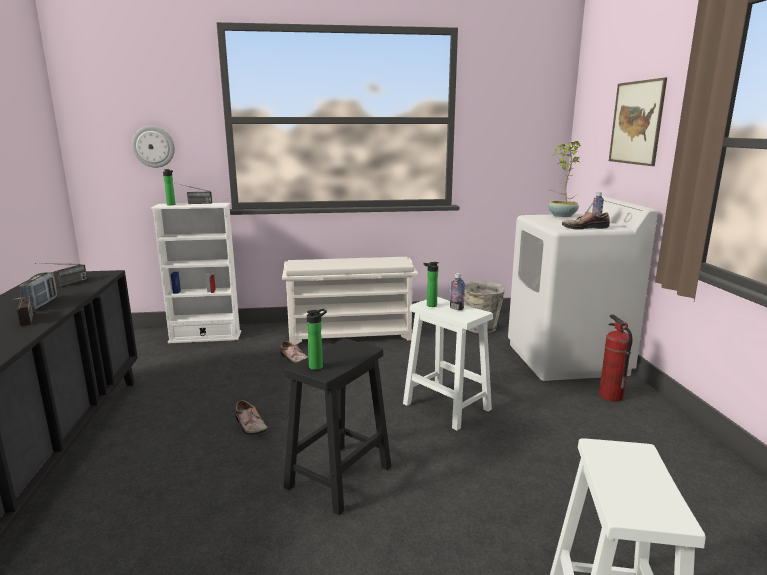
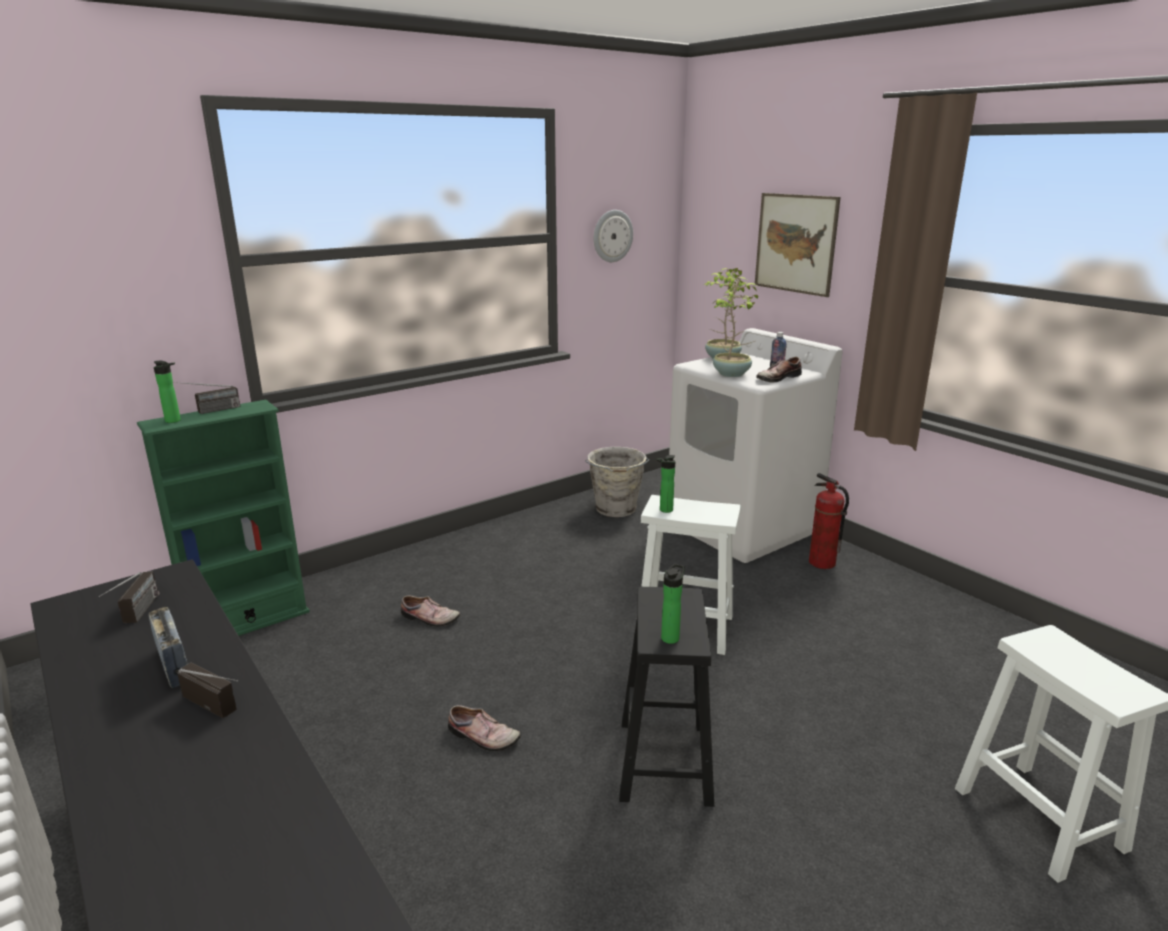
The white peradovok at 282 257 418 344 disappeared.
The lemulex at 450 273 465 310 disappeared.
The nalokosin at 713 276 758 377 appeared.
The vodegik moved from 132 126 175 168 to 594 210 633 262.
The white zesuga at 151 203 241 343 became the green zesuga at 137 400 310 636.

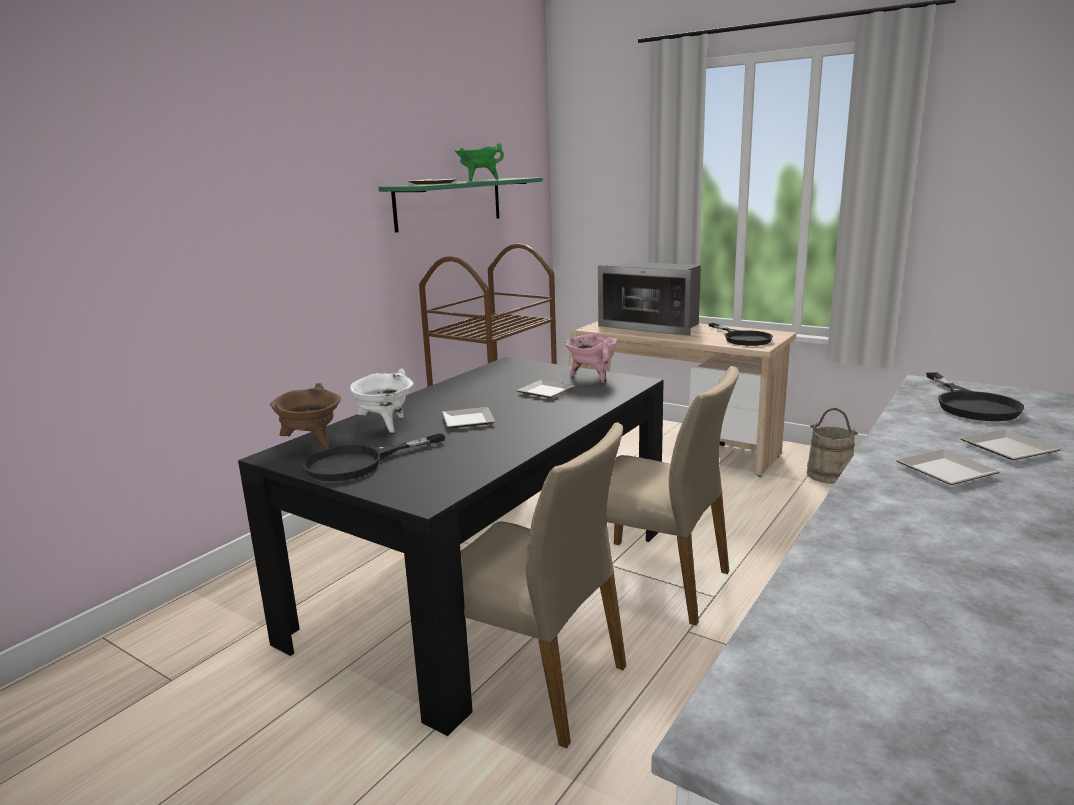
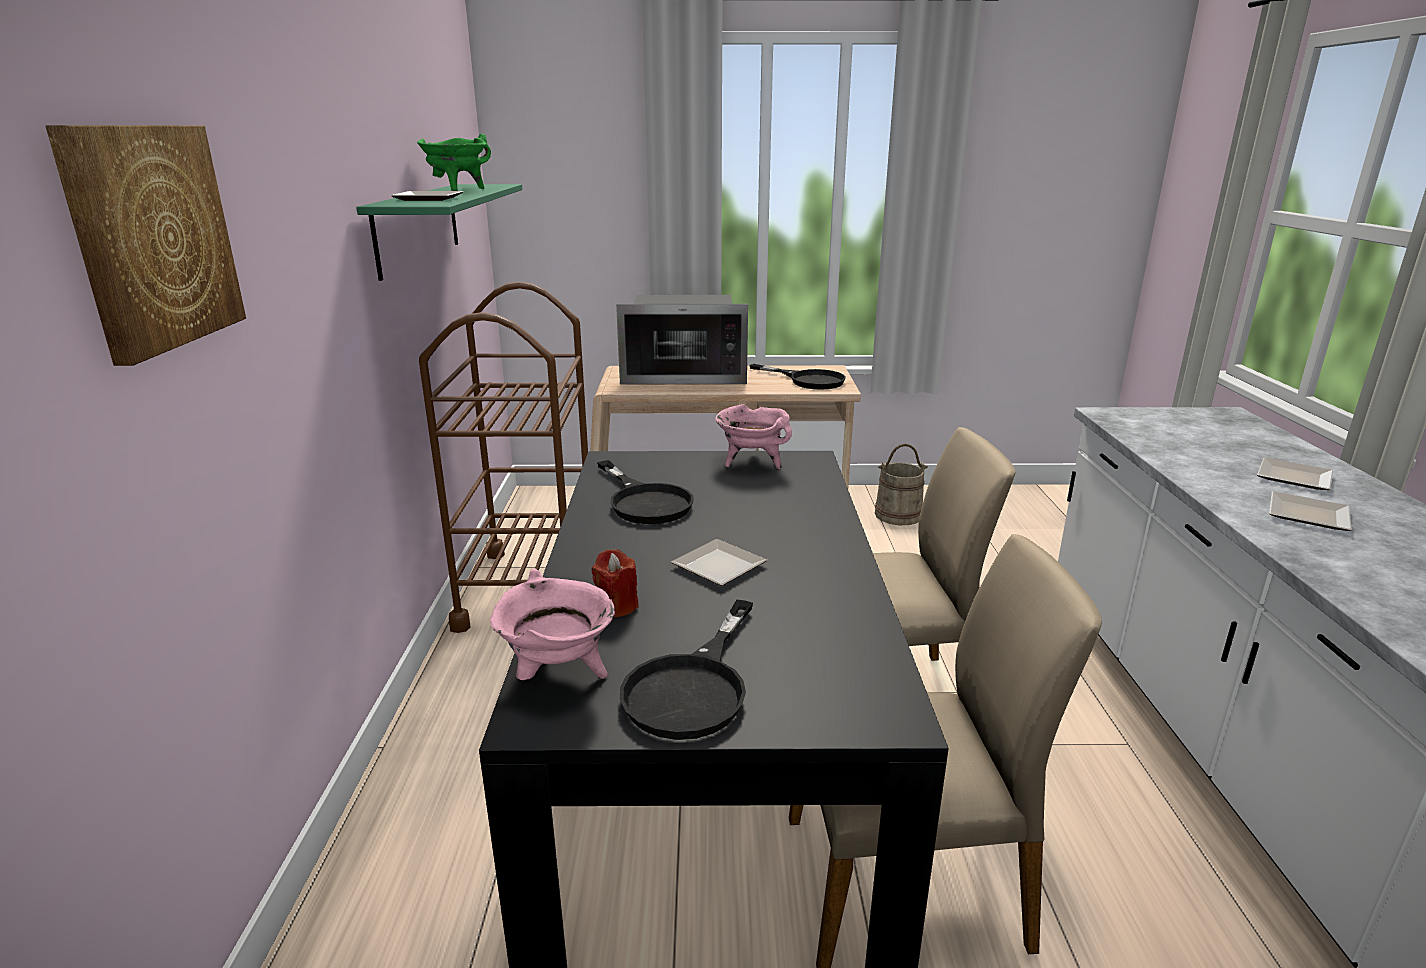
The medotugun at 516 380 574 398 disappeared.
The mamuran at 45 125 246 366 appeared.
The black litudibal moved from 926 372 1024 421 to 597 460 694 524.
The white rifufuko at 350 369 414 433 was replaced by the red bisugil at 592 549 639 617.
The brown rifufuko at 269 383 341 449 became the pink rifufuko at 490 568 615 680.

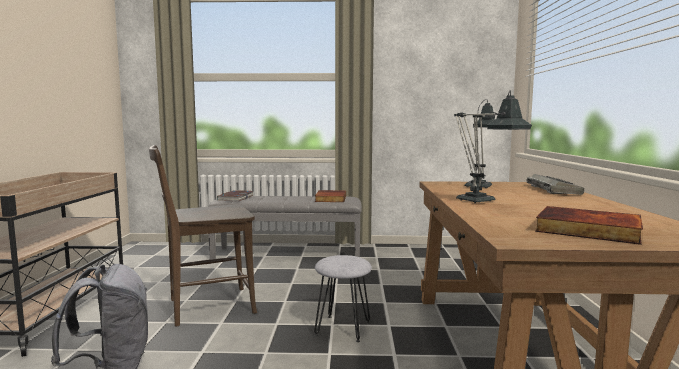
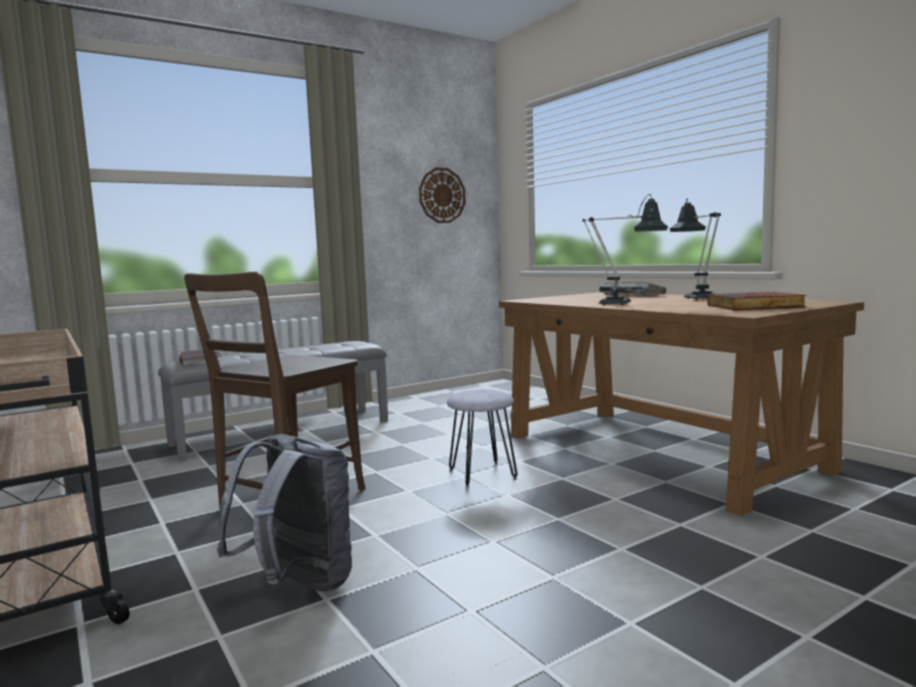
The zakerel at 315 190 346 202 disappeared.
The vodegik at 419 167 466 223 appeared.
The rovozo moved from 465 99 495 189 to 669 198 721 300.

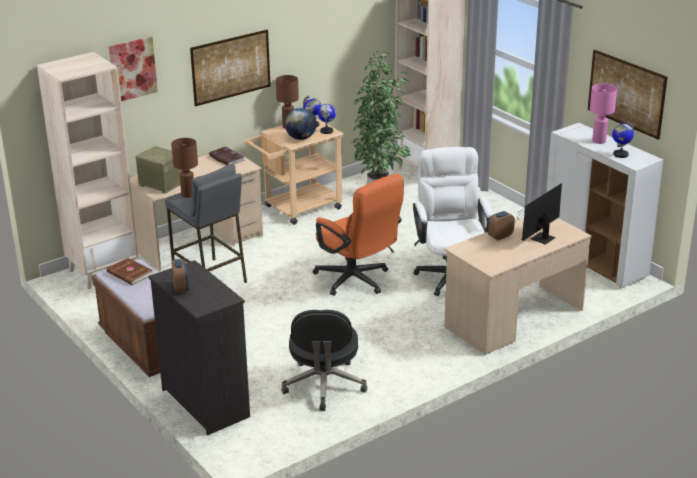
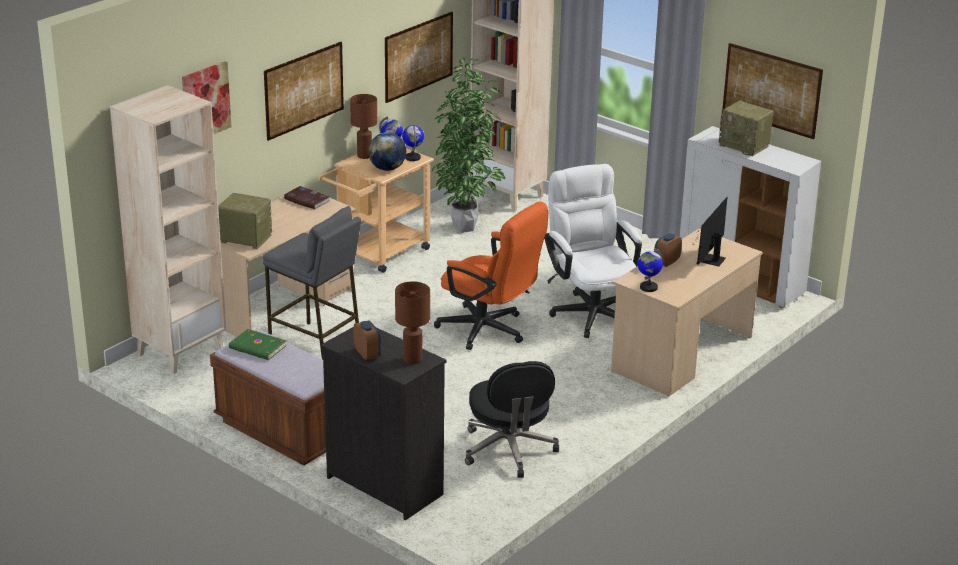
The mamuran at 385 12 453 103 appeared.
The brown rovozo moved from 171 138 198 198 to 395 281 430 364.
The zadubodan moved from 612 121 634 158 to 638 248 663 292.
The pink rovozo at 590 84 617 144 was replaced by the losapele at 719 101 773 156.
The brown zakerel at 106 258 153 285 became the green zakerel at 229 329 287 360.

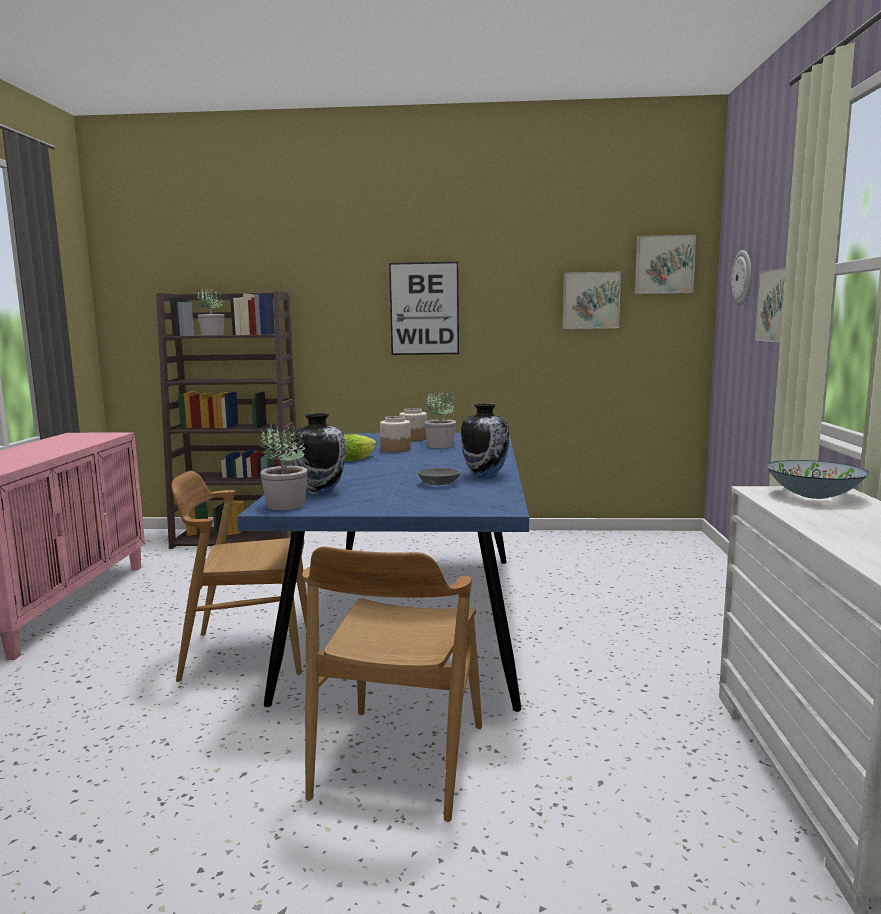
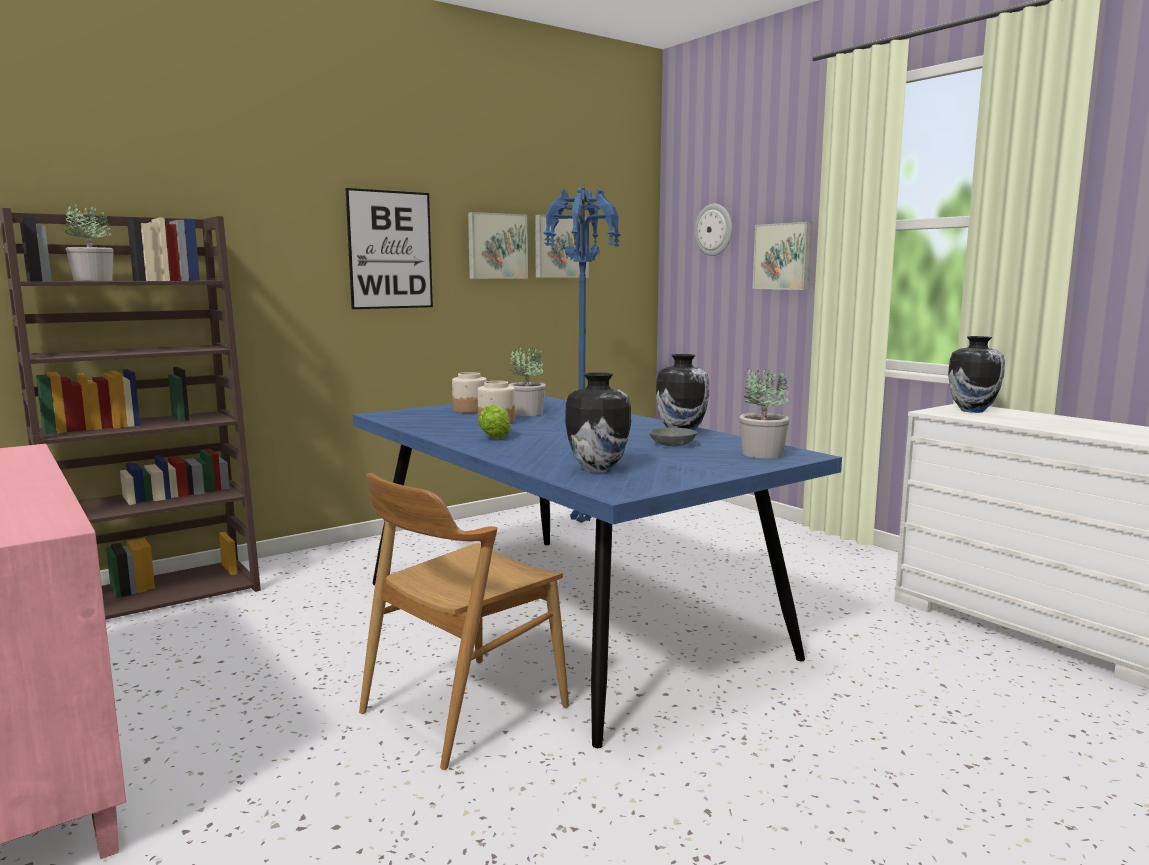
The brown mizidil at 302 547 482 822 disappeared.
The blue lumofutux at 544 188 621 523 appeared.
The nalokosin moved from 260 421 308 510 to 739 367 789 458.
The mamuran moved from 635 235 696 294 to 468 212 528 279.
The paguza at 766 460 869 499 was replaced by the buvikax at 948 336 1005 413.

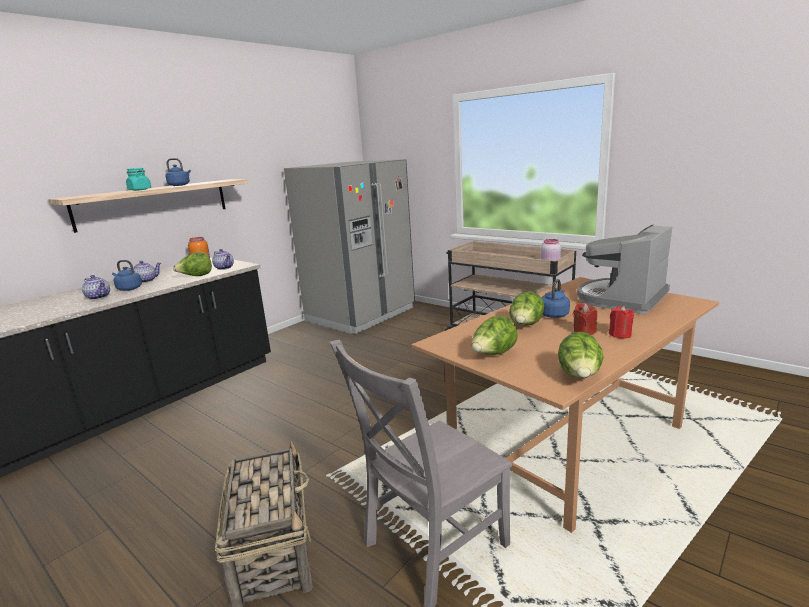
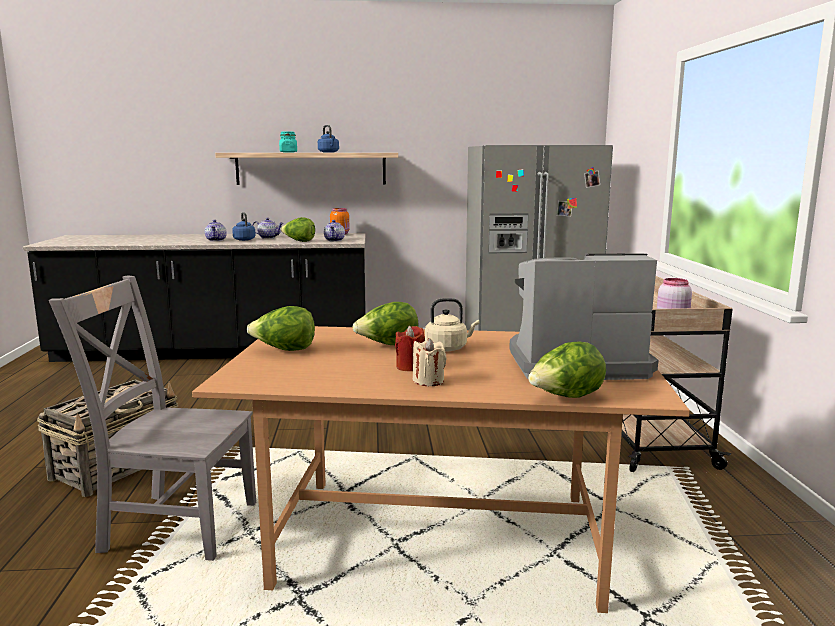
The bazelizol moved from 558 332 604 378 to 528 342 606 398.
The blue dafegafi at 541 279 570 318 became the beige dafegafi at 425 298 479 352.
The red bisugil at 609 306 634 338 became the beige bisugil at 413 338 447 386.

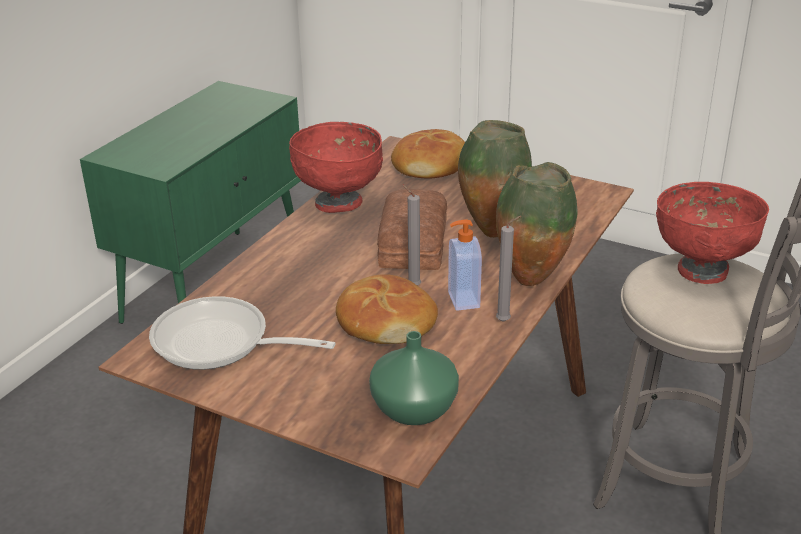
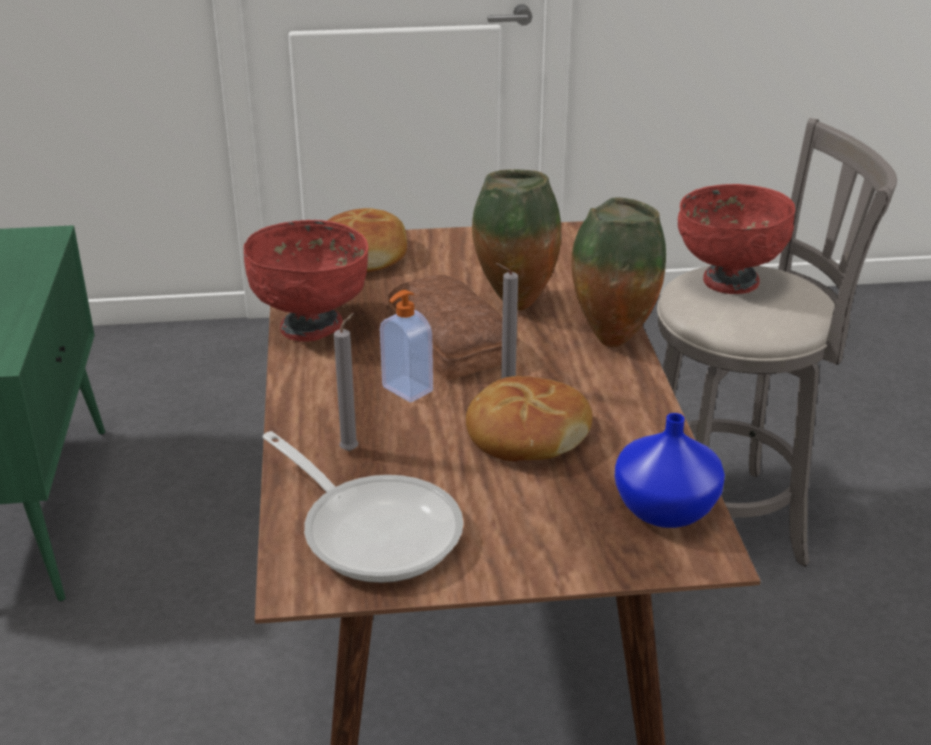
The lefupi moved from 448 220 482 311 to 380 290 433 402.
The grey bisugil moved from 496 216 521 321 to 334 313 358 451.
The green buvikax at 369 331 459 425 became the blue buvikax at 615 413 725 528.
The litudibal at 149 296 336 370 turned 120 degrees counterclockwise.

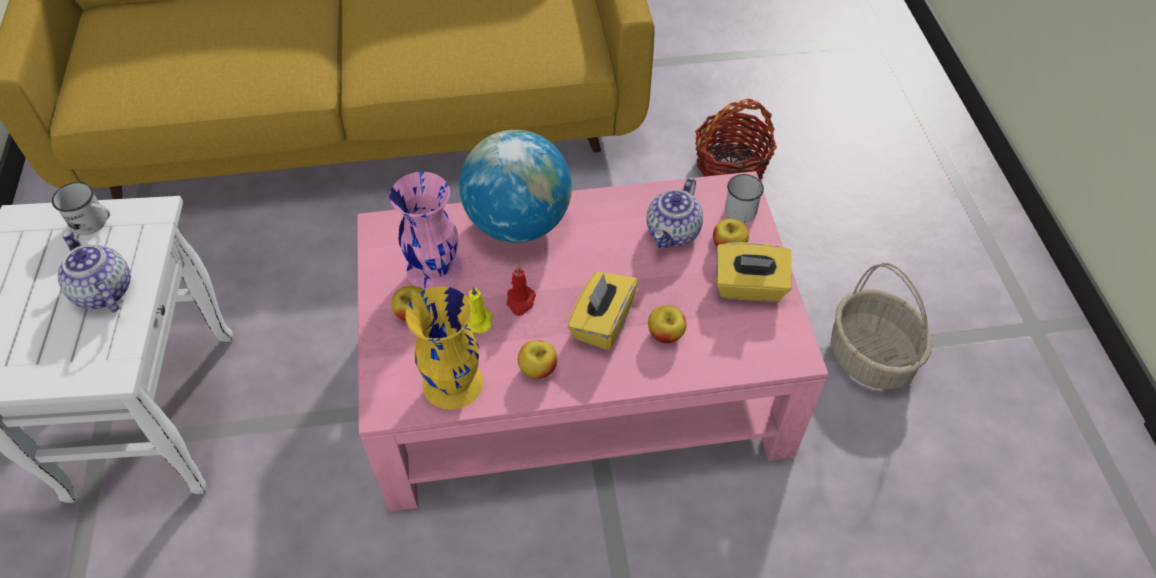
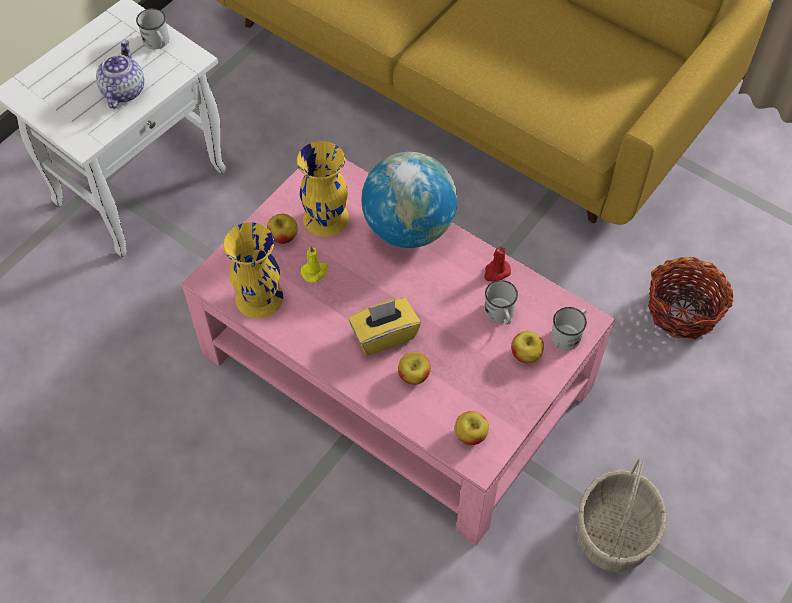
The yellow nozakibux at 717 242 792 302 disappeared.
The red bisugil moved from 507 265 536 316 to 484 245 511 282.
The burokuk moved from 518 340 557 379 to 455 411 489 445.
The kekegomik at 646 177 703 248 was replaced by the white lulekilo at 484 280 518 325.
The pink buvikax at 389 172 462 290 became the yellow buvikax at 297 141 349 237.

